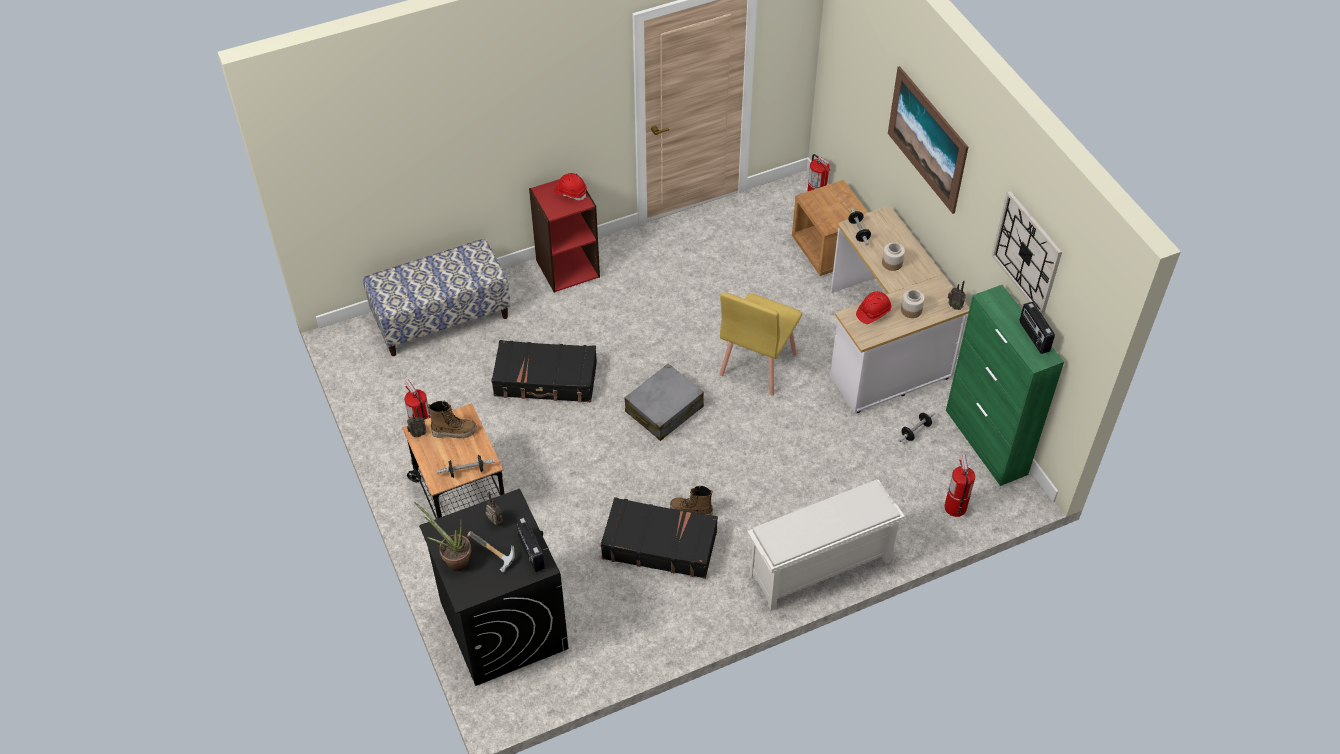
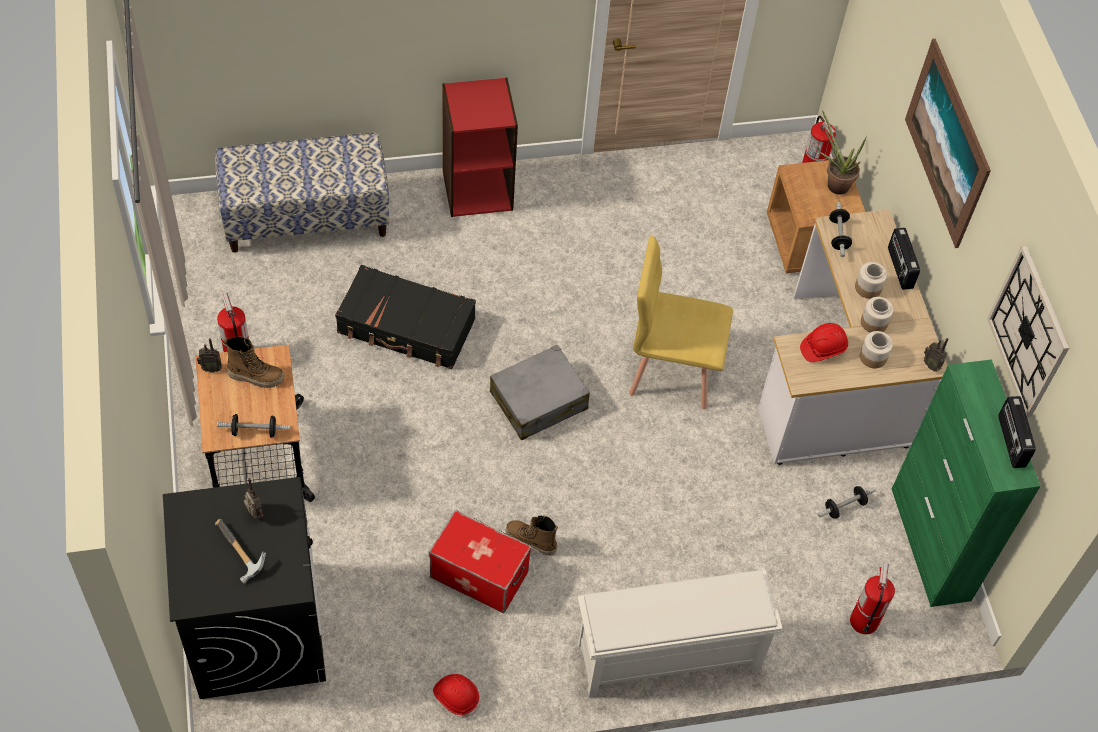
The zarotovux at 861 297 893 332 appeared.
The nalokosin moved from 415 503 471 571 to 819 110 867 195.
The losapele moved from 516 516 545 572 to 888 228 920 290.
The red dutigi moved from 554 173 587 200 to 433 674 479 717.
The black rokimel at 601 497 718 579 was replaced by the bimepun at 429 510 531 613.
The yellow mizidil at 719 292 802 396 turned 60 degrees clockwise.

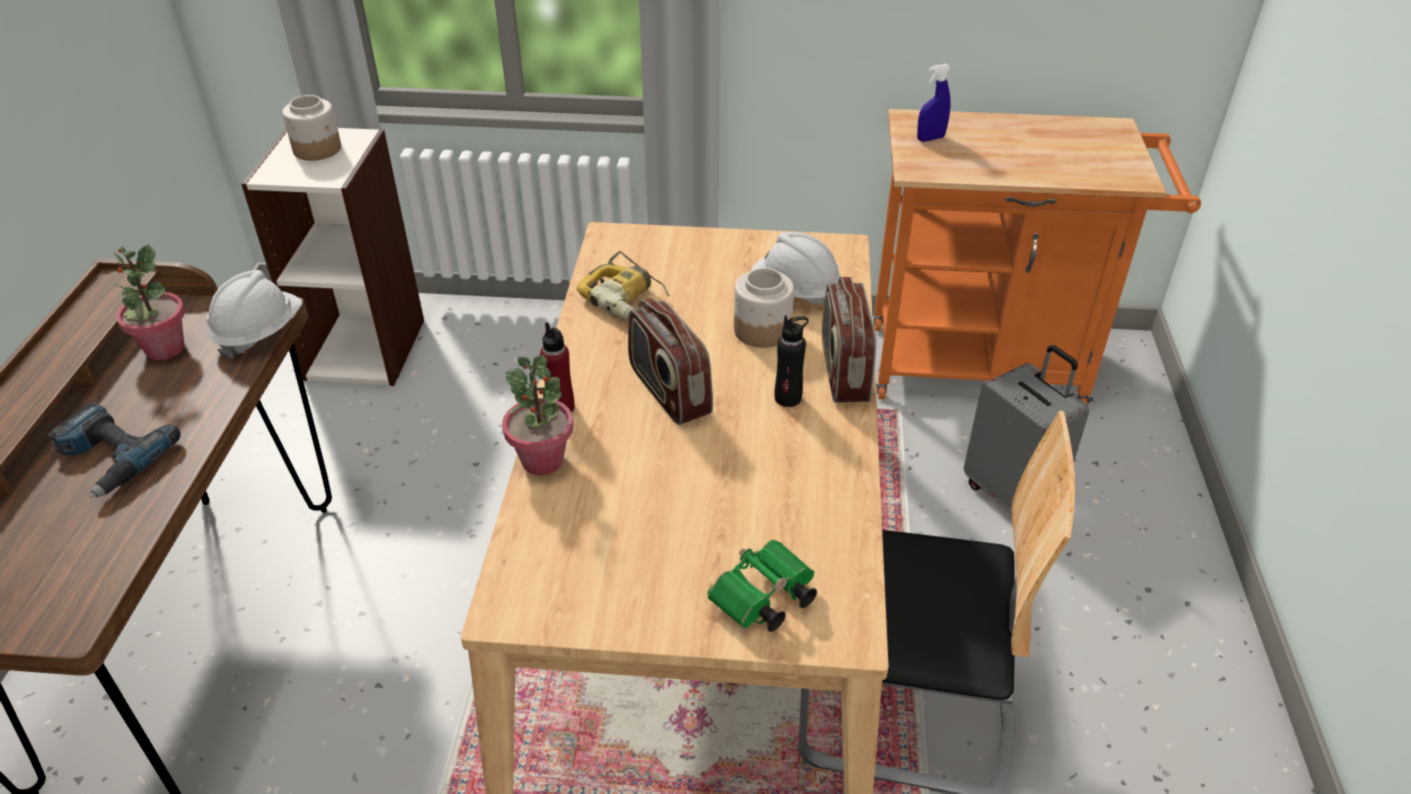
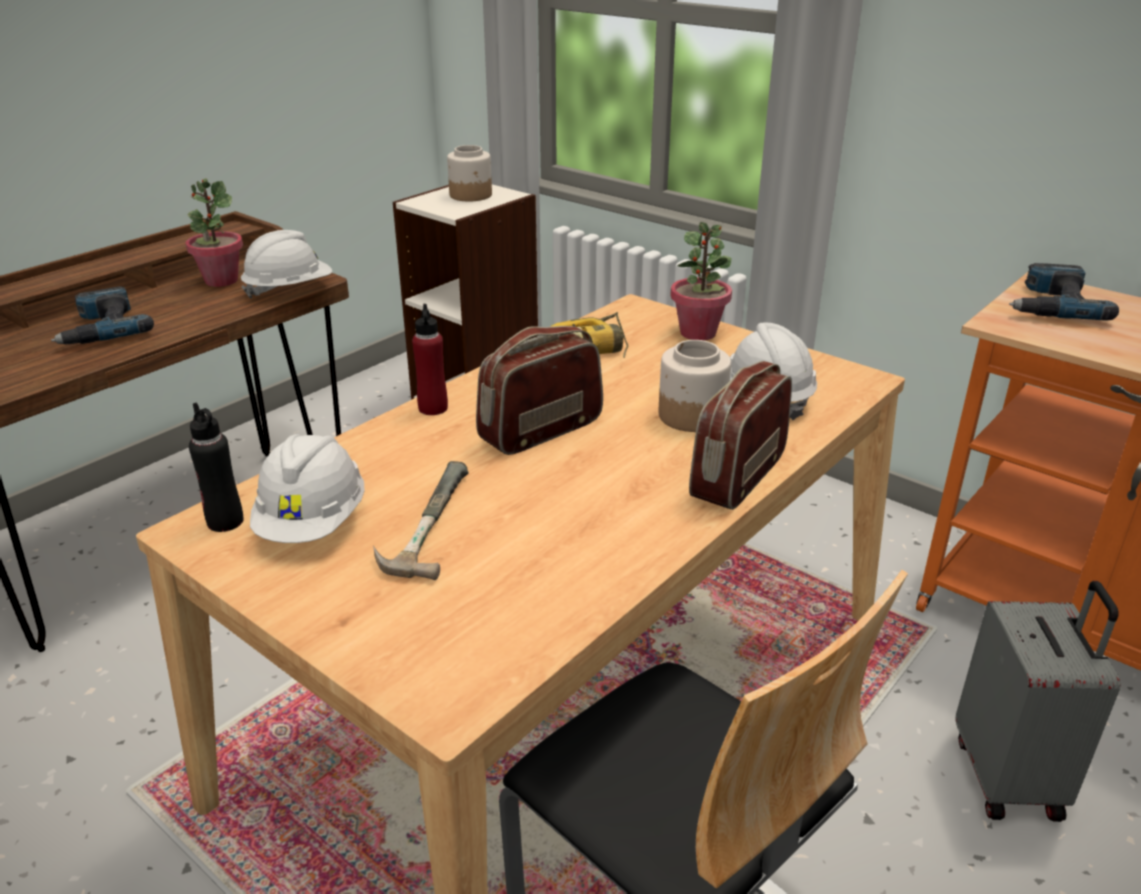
The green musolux at 708 540 817 632 disappeared.
The white dutigi at 250 434 365 543 appeared.
The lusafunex at 373 461 468 580 appeared.
The nalokosin moved from 502 355 574 475 to 671 222 732 340.
The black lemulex moved from 774 316 809 407 to 189 403 244 532.
The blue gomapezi at 917 64 951 142 was replaced by the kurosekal at 1009 263 1119 321.
The losapele at 628 297 713 425 turned 45 degrees clockwise.

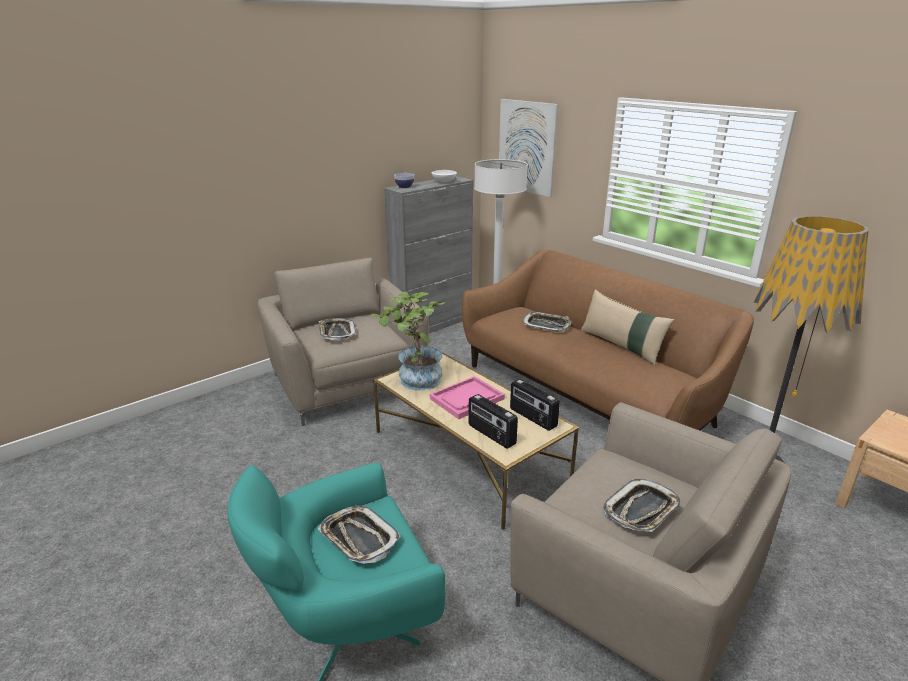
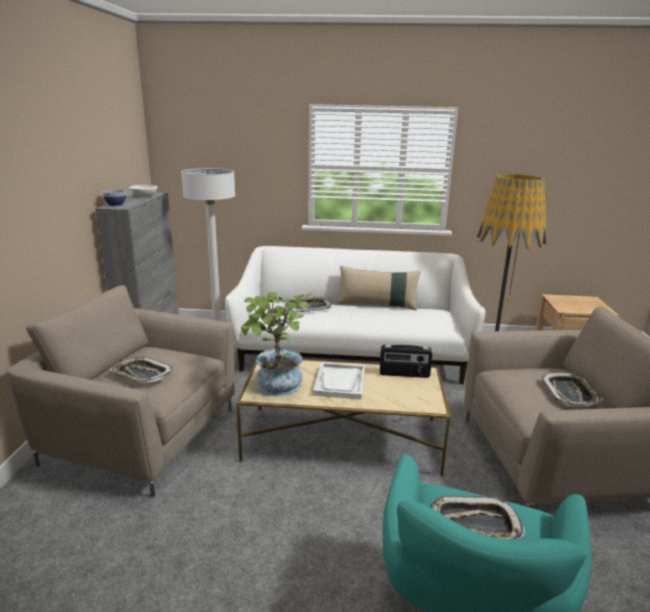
The losapele at 468 394 518 449 disappeared.
The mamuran at 499 99 558 197 disappeared.
The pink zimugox at 430 376 505 419 became the white zimugox at 313 362 365 400.
The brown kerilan at 462 250 754 431 became the white kerilan at 225 246 485 384.

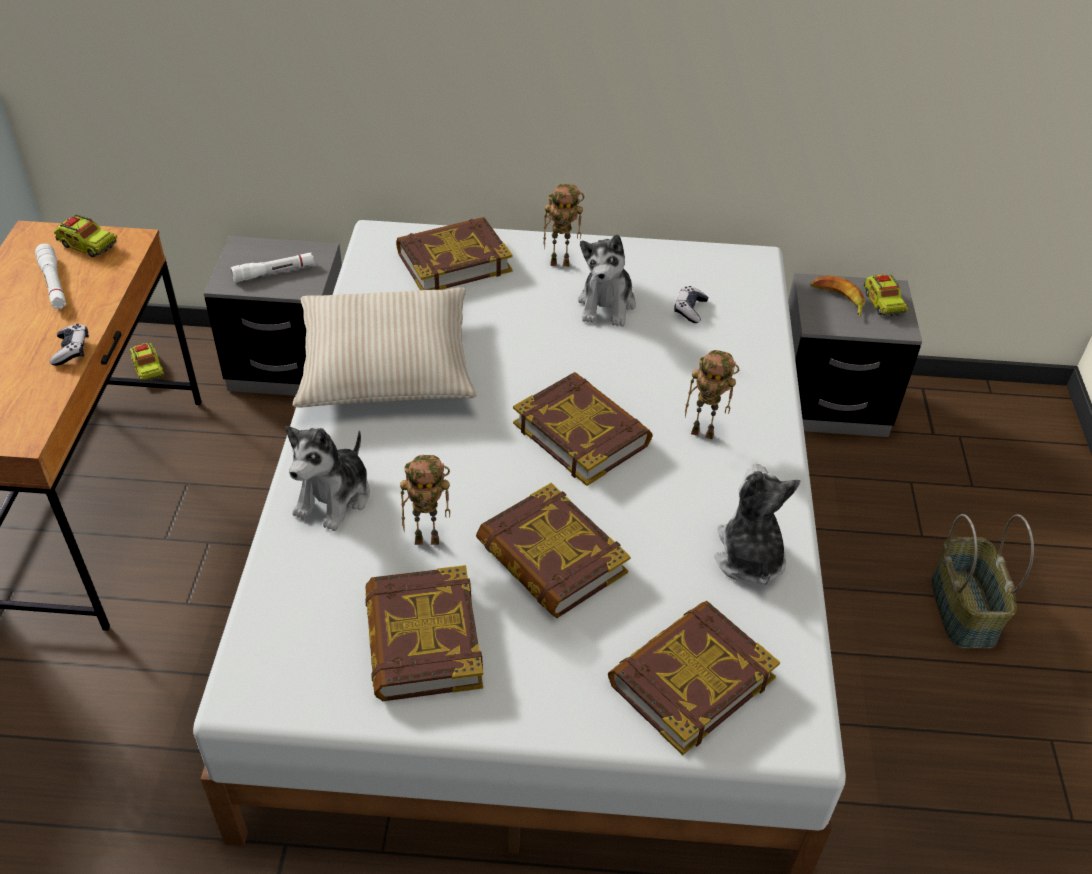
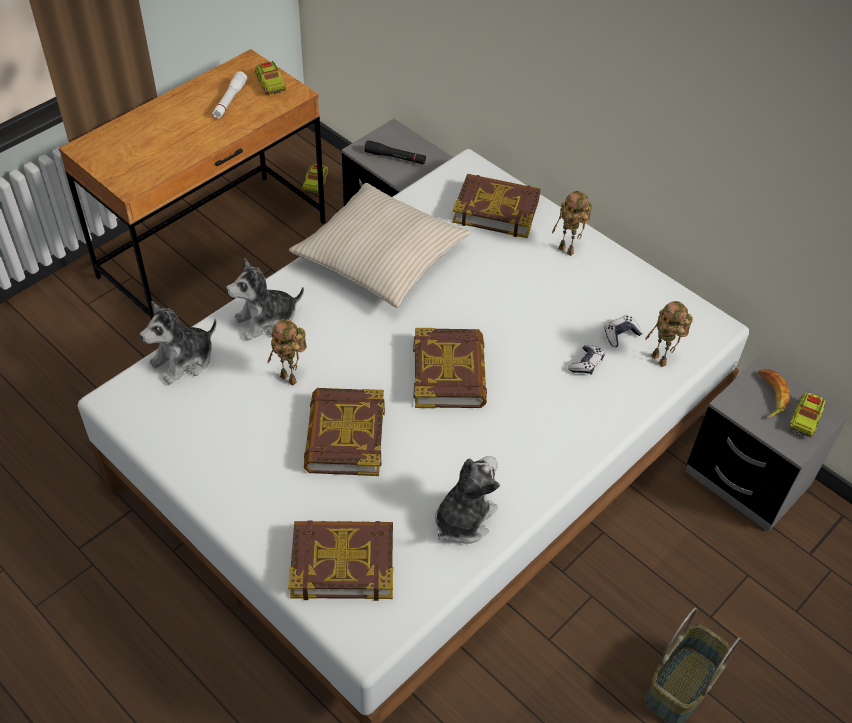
The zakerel at 365 565 483 701 disappeared.
The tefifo moved from 50 324 89 366 to 568 345 605 375.
The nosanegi moved from 578 234 636 327 to 140 301 217 385.
The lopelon moved from 685 350 739 439 to 646 301 693 367.
The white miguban at 231 252 314 282 became the black miguban at 364 140 426 165.

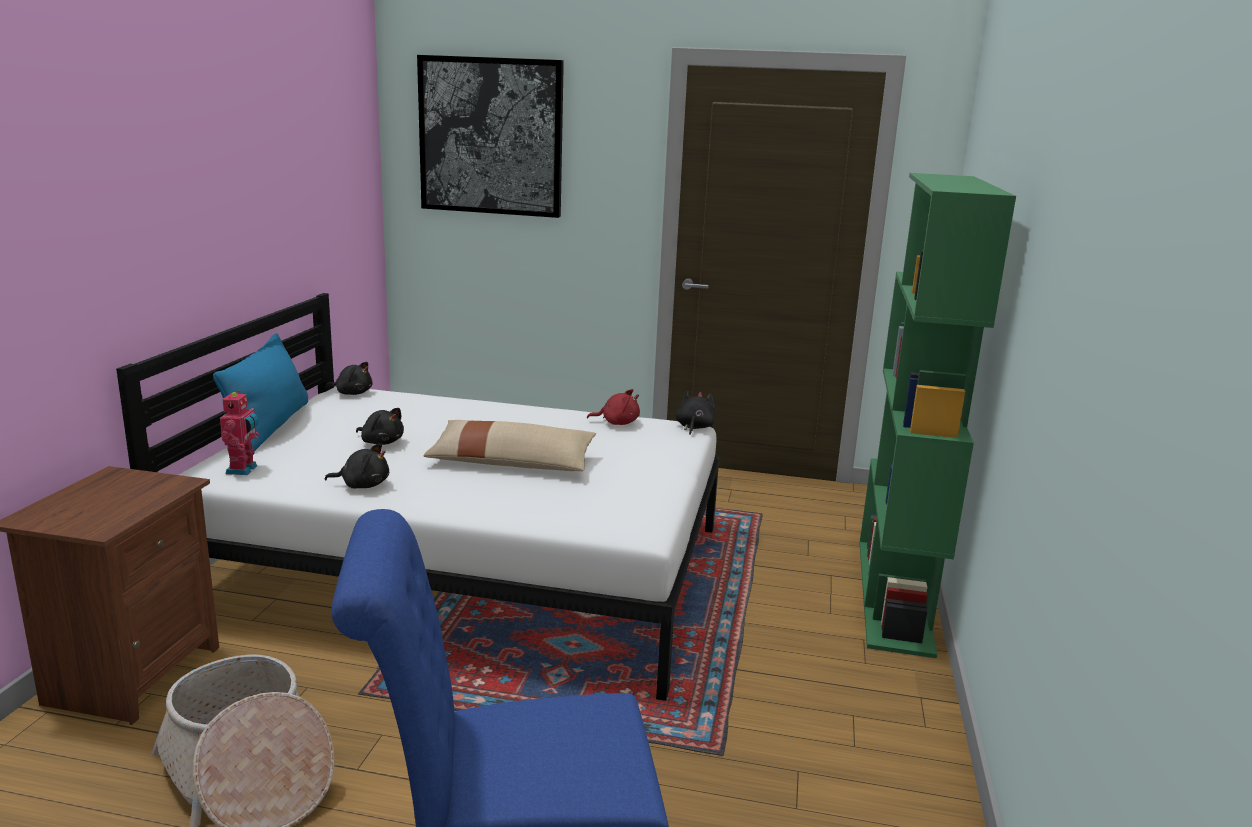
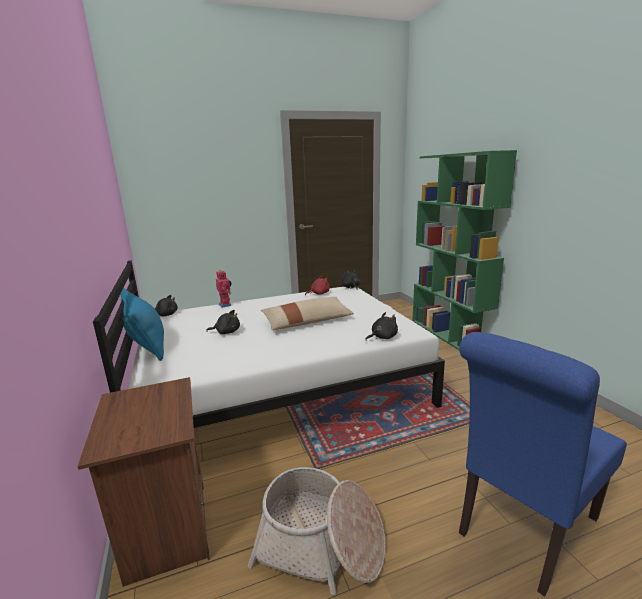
The mamuran at 417 55 564 218 disappeared.
The lopelon moved from 220 390 259 475 to 216 270 232 308.
The black nosanegi moved from 325 443 389 488 to 365 312 398 340.

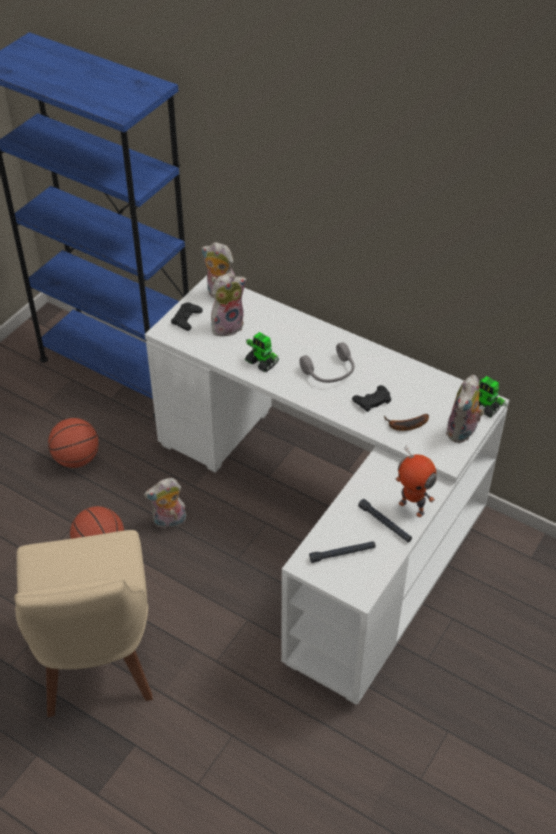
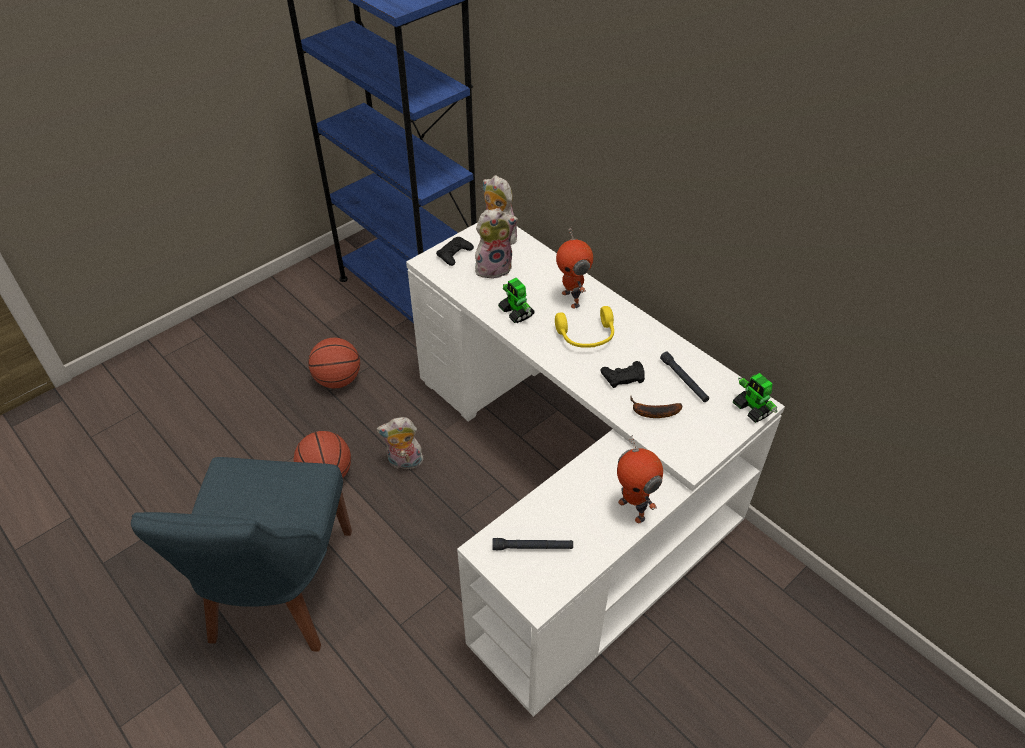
The nosanegi at 446 375 484 443 disappeared.
The lopelon at 556 227 593 309 appeared.
The black miguban moved from 358 499 412 542 to 660 352 709 402.
The beige mizidil at 14 530 153 717 became the blue mizidil at 131 457 352 652.
The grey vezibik at 299 342 354 383 became the yellow vezibik at 555 306 614 348.

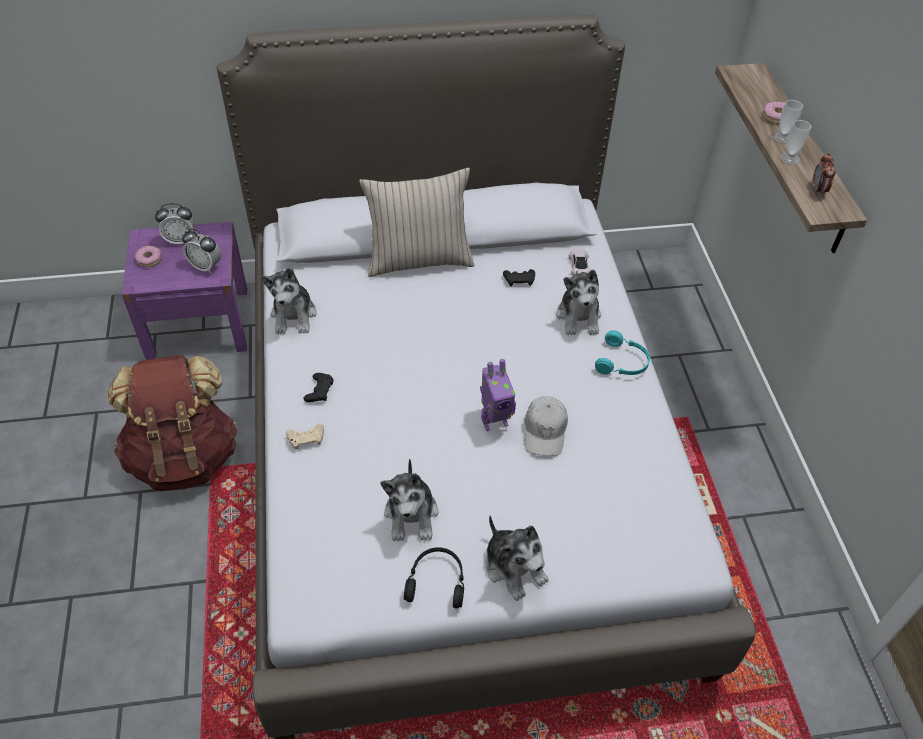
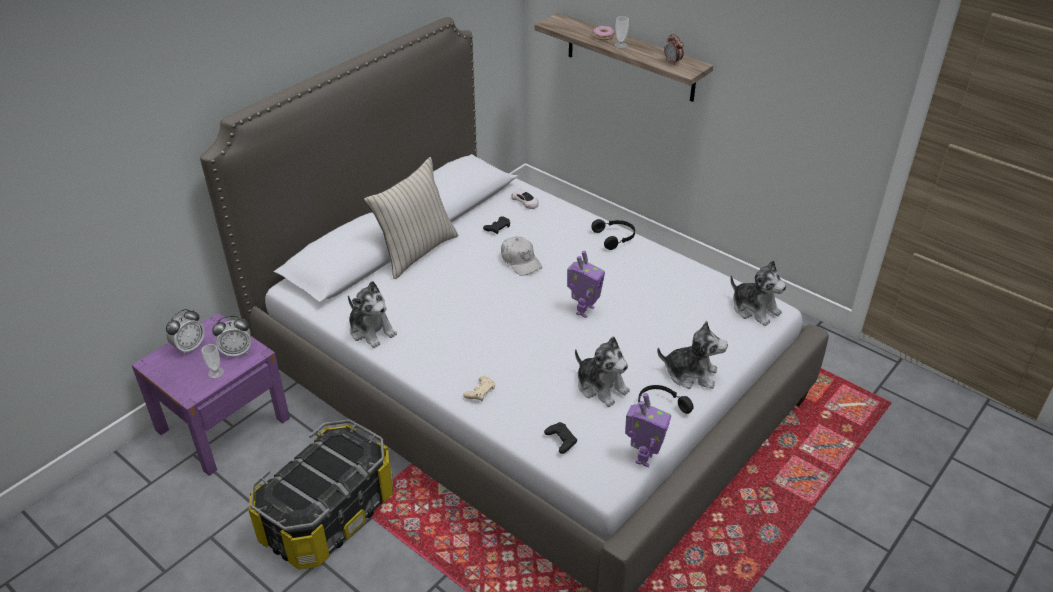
The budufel at 135 246 161 267 disappeared.
The lopelon at 625 393 671 467 appeared.
The black tefifo moved from 303 373 334 402 to 544 422 577 454.
The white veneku moved from 525 396 568 456 to 501 236 542 276.
The nosanegi moved from 557 270 601 335 to 730 260 786 326.
The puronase moved from 781 120 812 164 to 202 344 224 379.
The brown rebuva at 107 355 237 491 was replaced by the bimepun at 249 419 393 569.
The turquoise vezibik at 595 330 650 375 became the black vezibik at 592 219 635 250.

